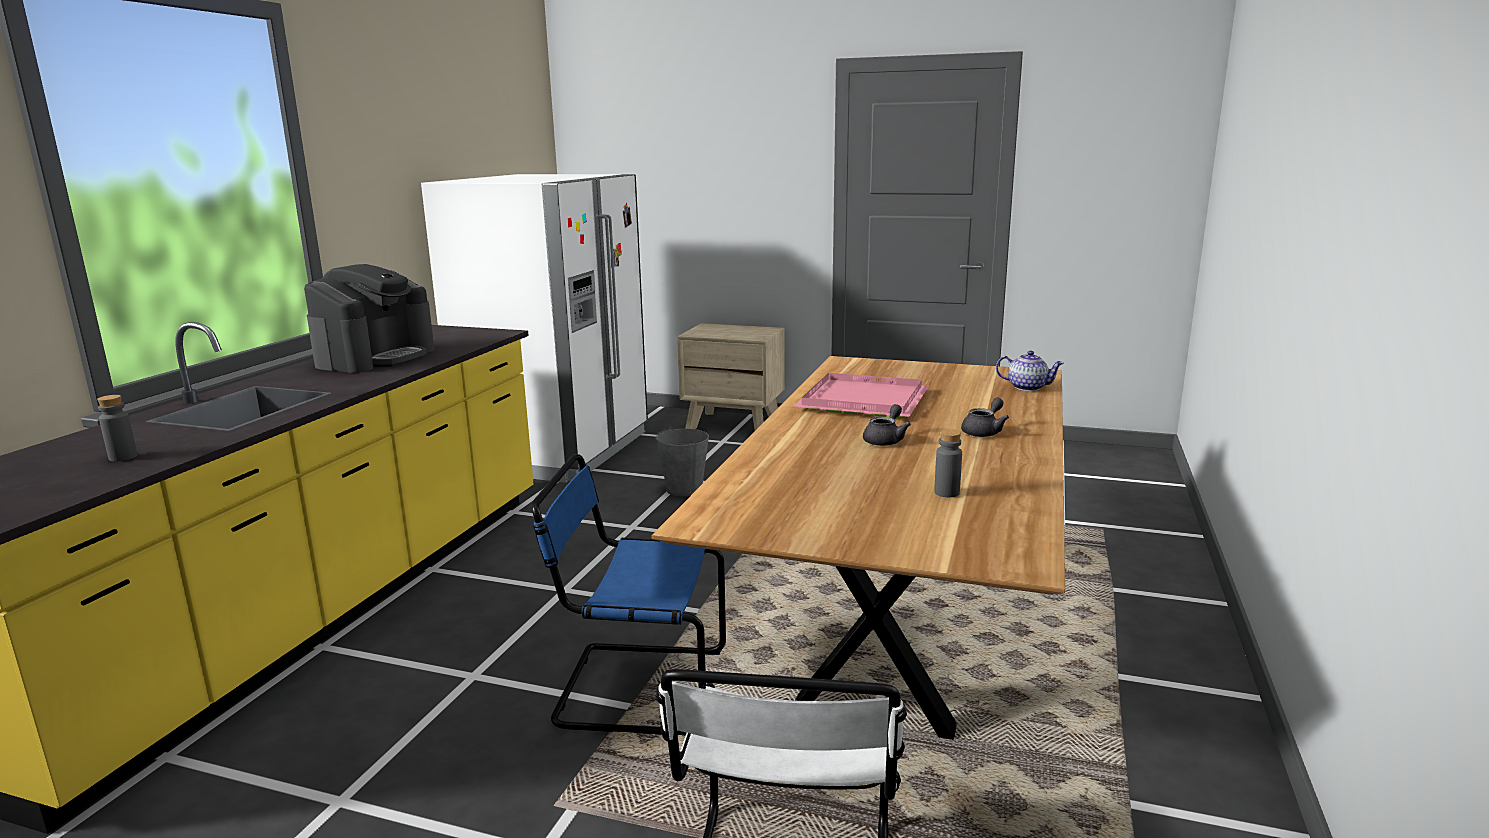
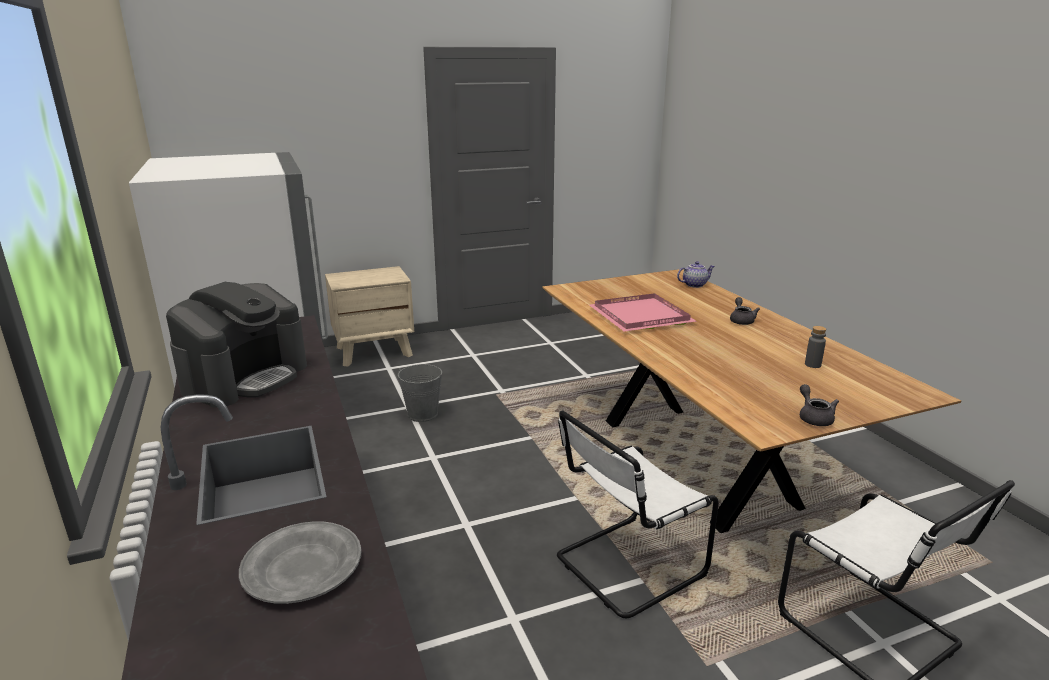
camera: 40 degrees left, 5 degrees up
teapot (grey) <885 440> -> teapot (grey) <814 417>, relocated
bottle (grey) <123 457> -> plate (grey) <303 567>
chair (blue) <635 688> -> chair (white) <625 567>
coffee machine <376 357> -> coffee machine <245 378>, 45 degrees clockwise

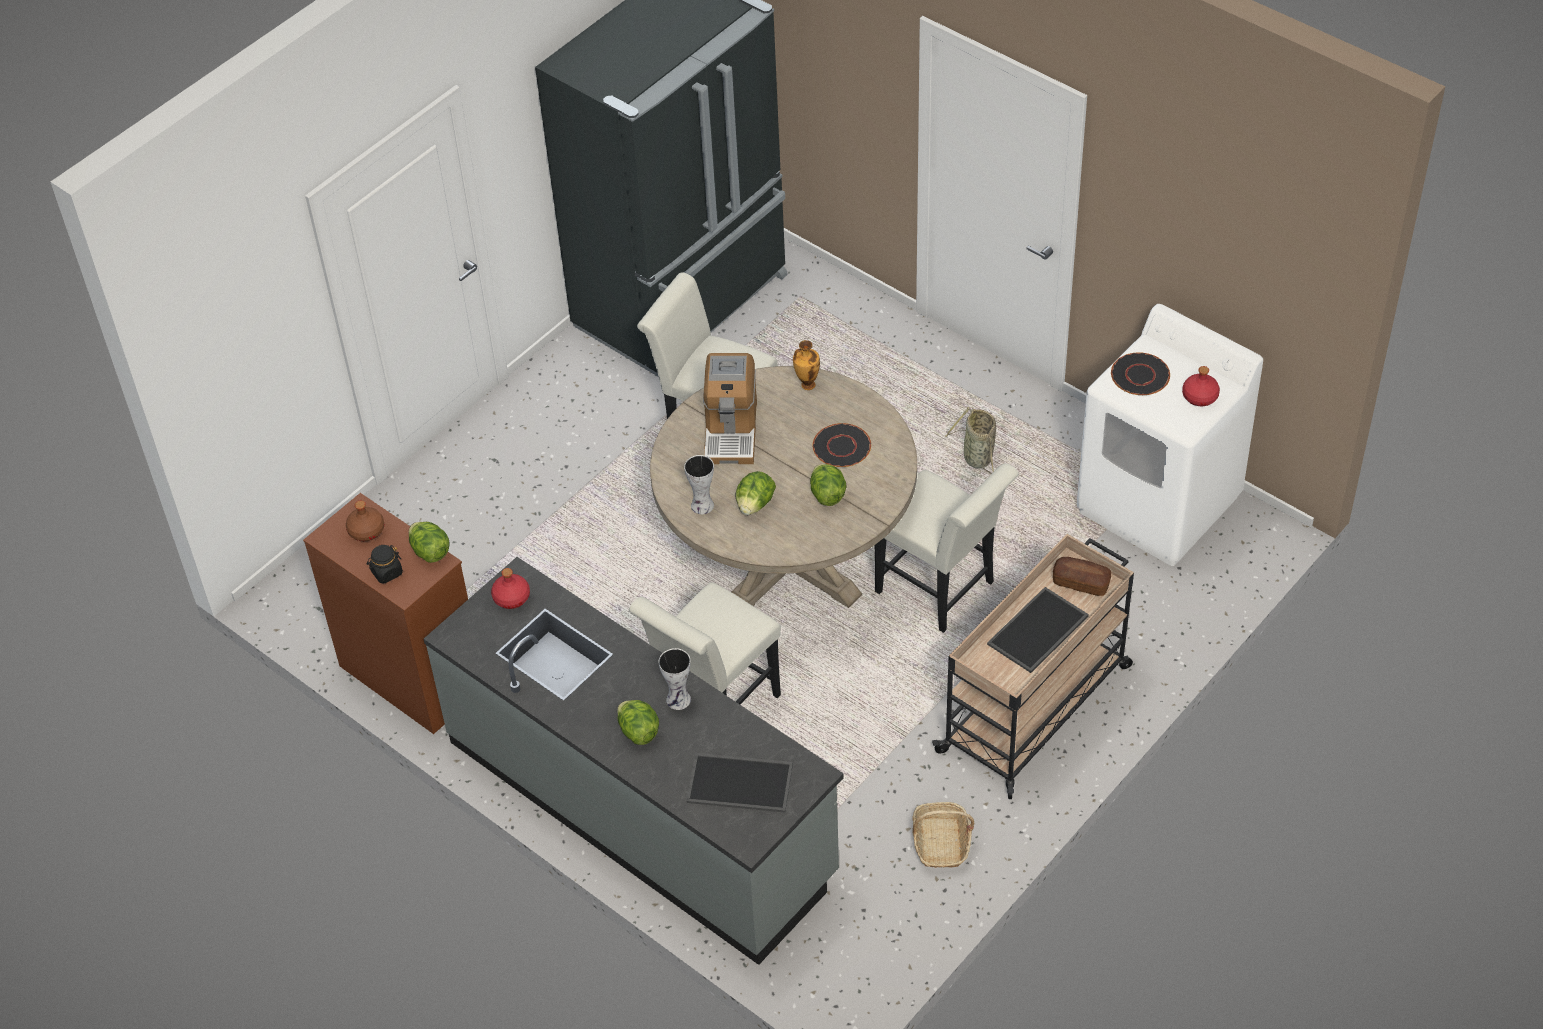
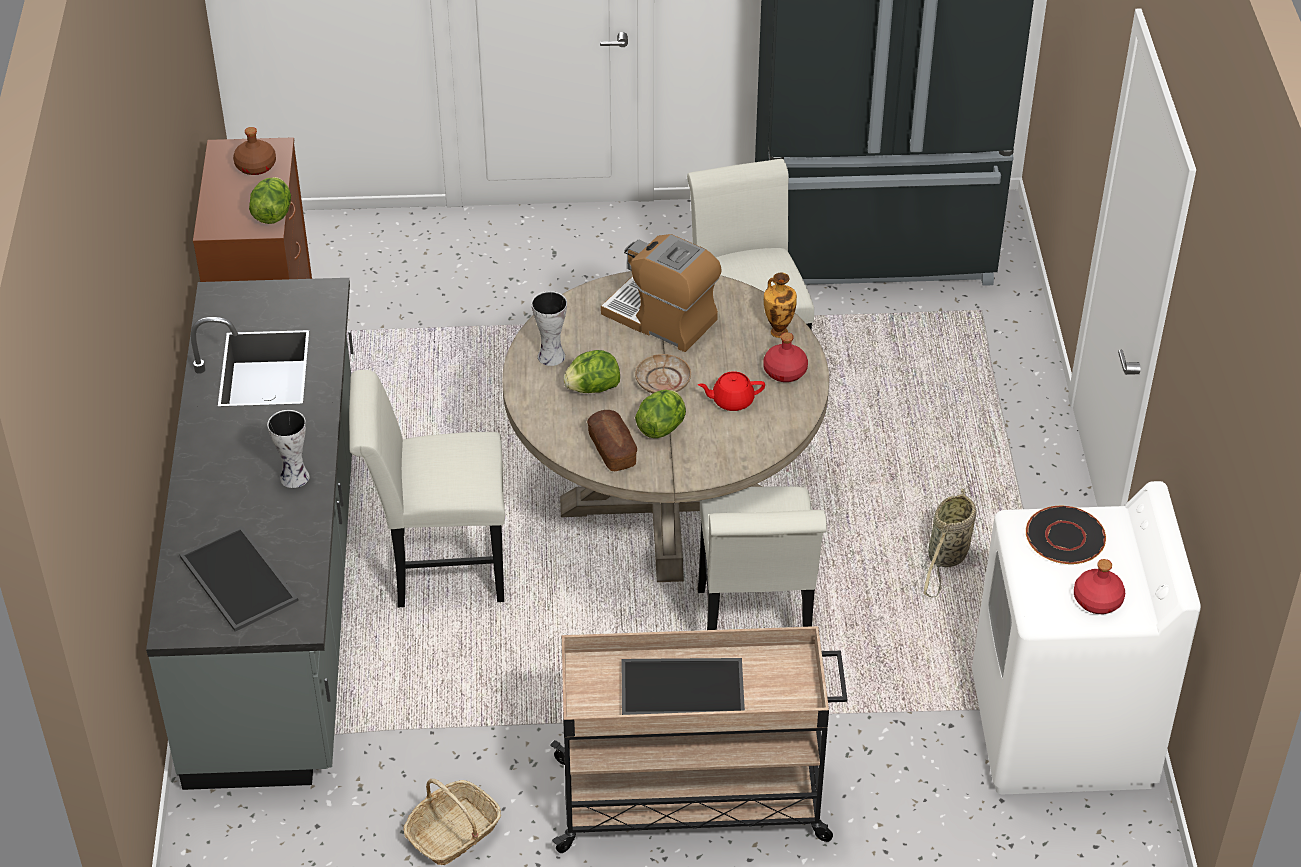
camera: 45 degrees right, 5 degrees down
jar (black) <386 572> -> none
lettuce <638 731> -> none
none -> plate (beige) <663 381>
bottle (red) <511 597> -> bottle (red) <785 371>, relocated
bread <1081 583> -> bread <612 449>, relocated
plate (black) <842 447> -> teapot (red) <731 400>
coffee machine <731 430> -> coffee machine <661 318>, 75 degrees clockwise

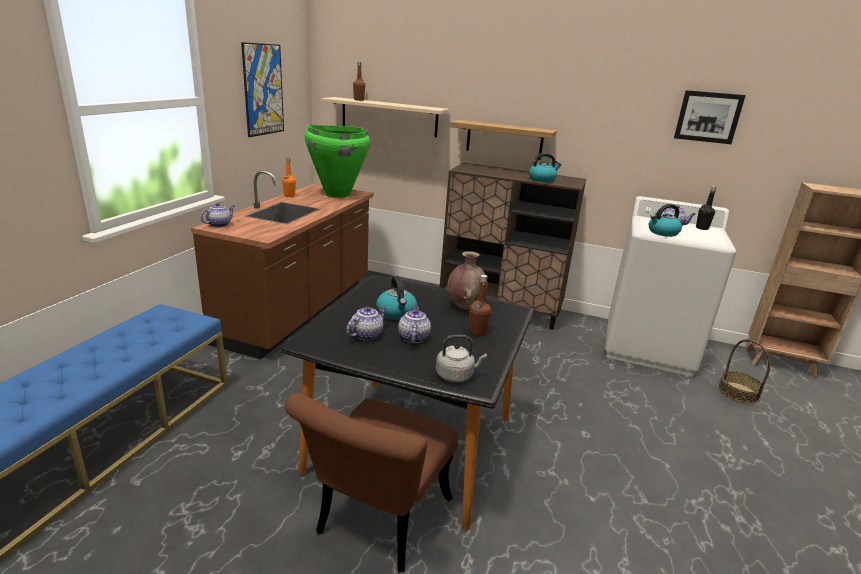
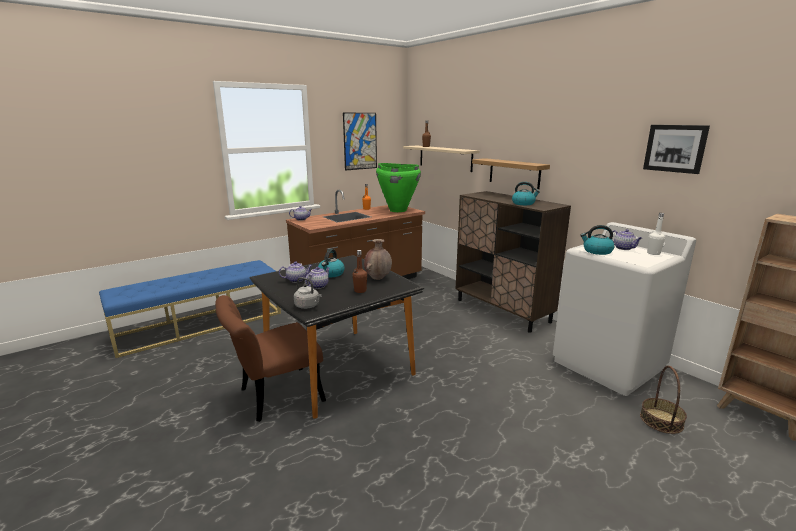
camera: 35 degrees right, 5 degrees down
bottle (black) <702 228> -> bottle (white) <653 253>

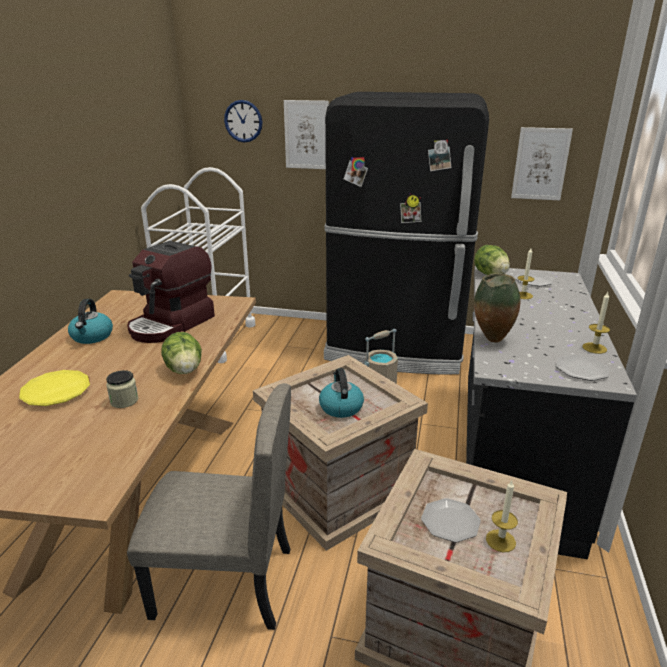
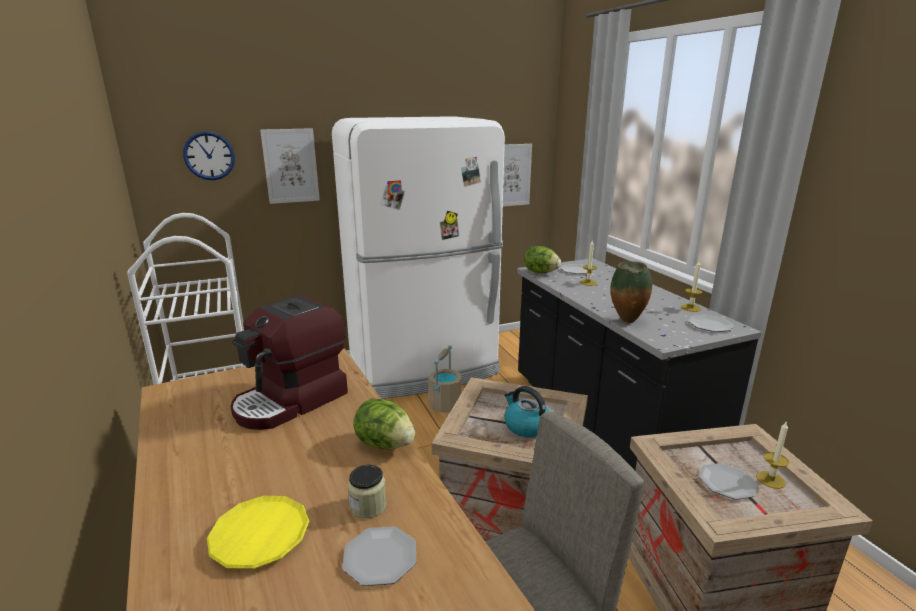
camera: 35 degrees left, 5 degrees down
kettle <92 337> -> none
none -> plate <379 558>
fridge (black) <396 348> -> fridge (white) <424 368>
coffee machine <172 324> -> coffee machine <291 401>, 45 degrees clockwise

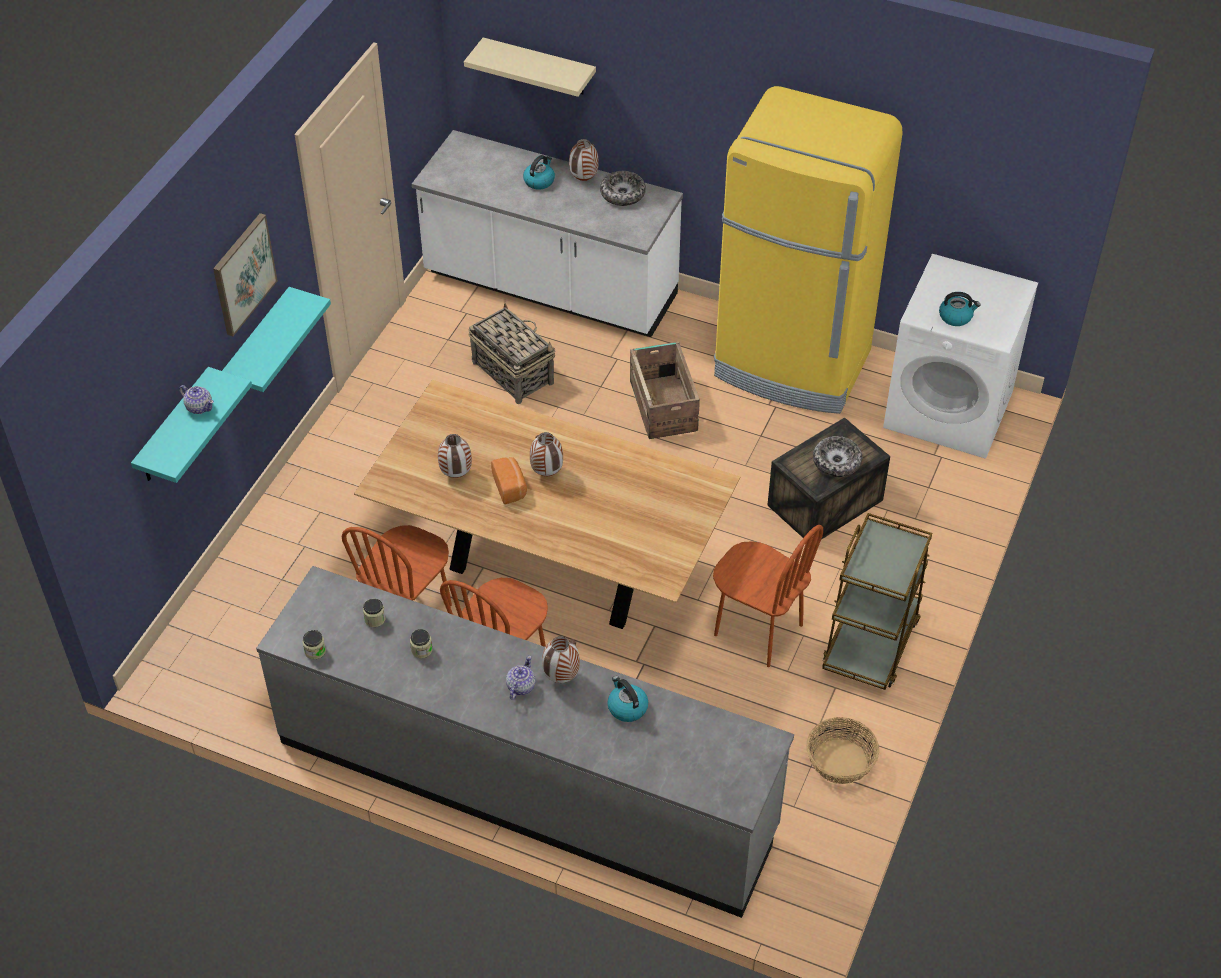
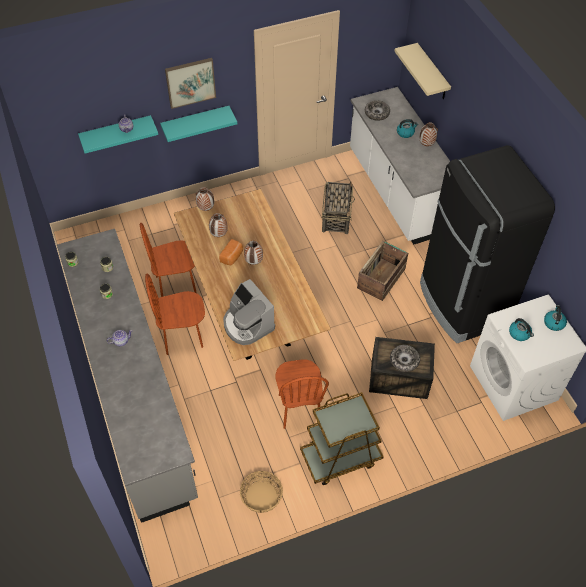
camera: 45 degrees right, 5 degrees up
none -> coffee machine <247 325>
vase <561 678> -> vase <205 209>, relocated
bowl <622 194> -> bowl <377 113>, relocated
kettle <627 707> -> kettle <553 323>, relocated
fridge (yellow) <792 365> -> fridge (black) <462 304>

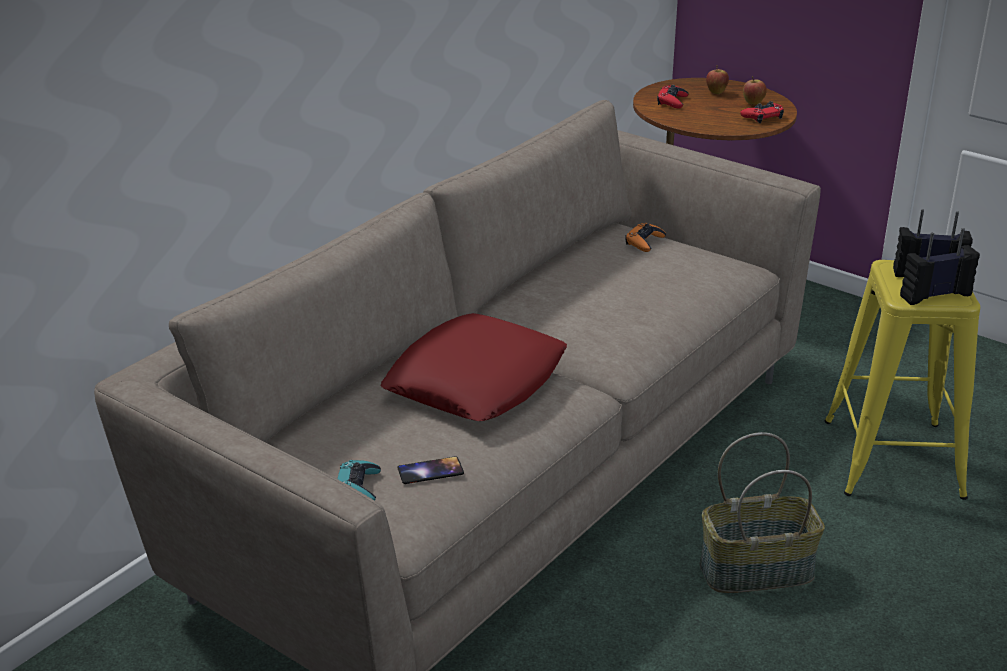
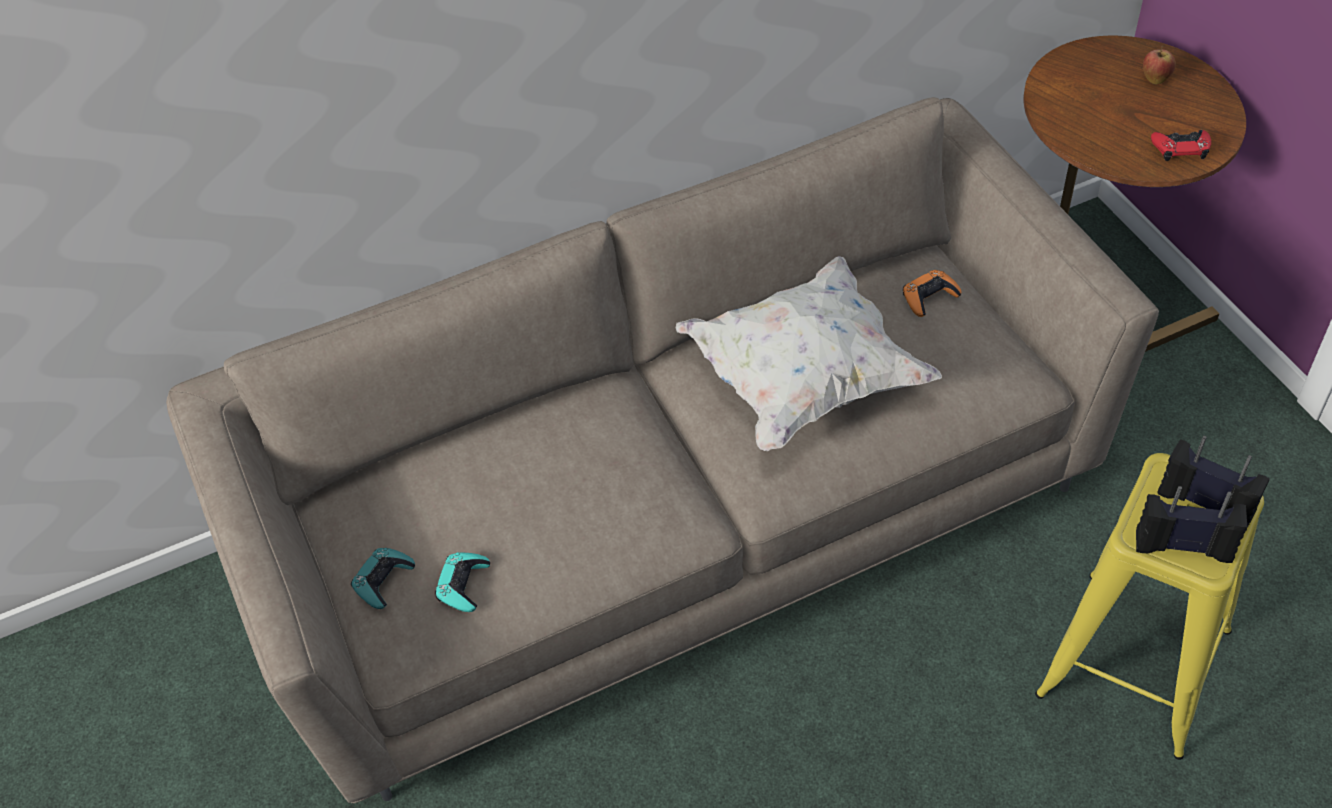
camera: 30 degrees right, 20 degrees up
pillow (red) <476 381> -> none
game controller (red) <672 101> -> none
basket <757 569> -> none
apple <753 103> -> none
none -> pillow (white) <804 380>
phone <430 471> -> game controller (turquoise) <463 585>

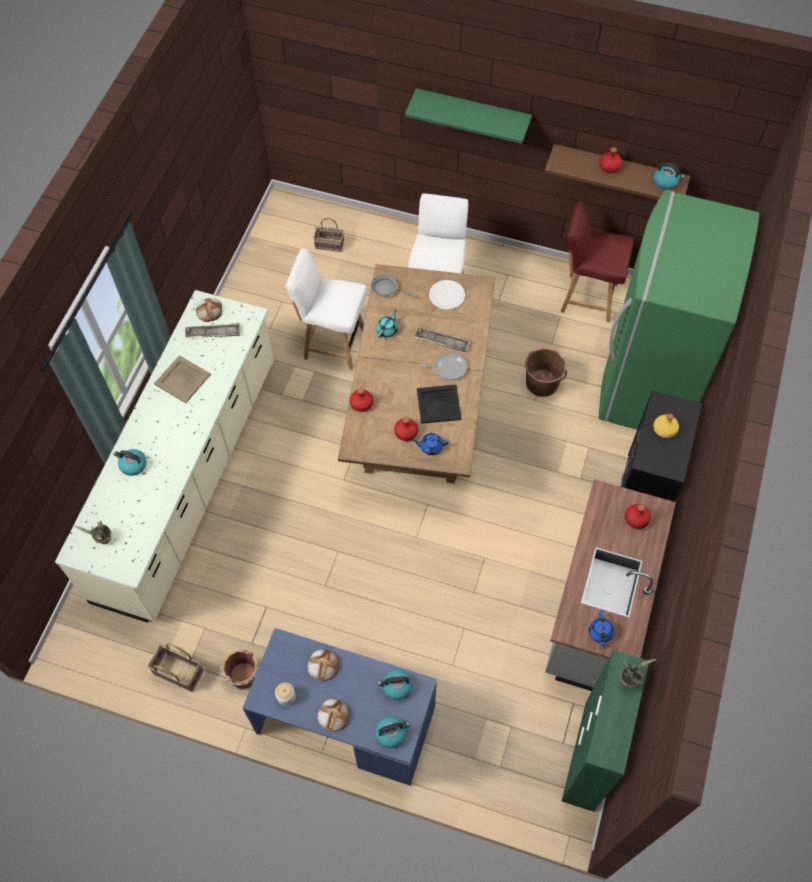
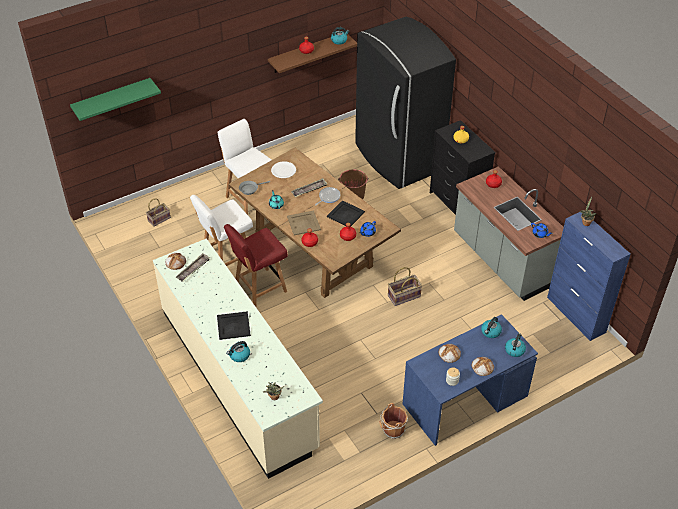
camera: 50 degrees left, 15 degrees down
none -> tray (black) <233 325>
basket <178 673> -> basket <404 296>, relocated
tray (beige) <182 380> -> tray (beige) <304 223>, relocated
shelf (green) <472 112> -> shelf (green) <112 99>, relocated
chair (red) <587 297> -> chair (red) <259 288>, relocated
cabinet (green) <589 756> -> cabinet (blue) <576 315>
fridge (green) <649 381> -> fridge (black) <398 158>

